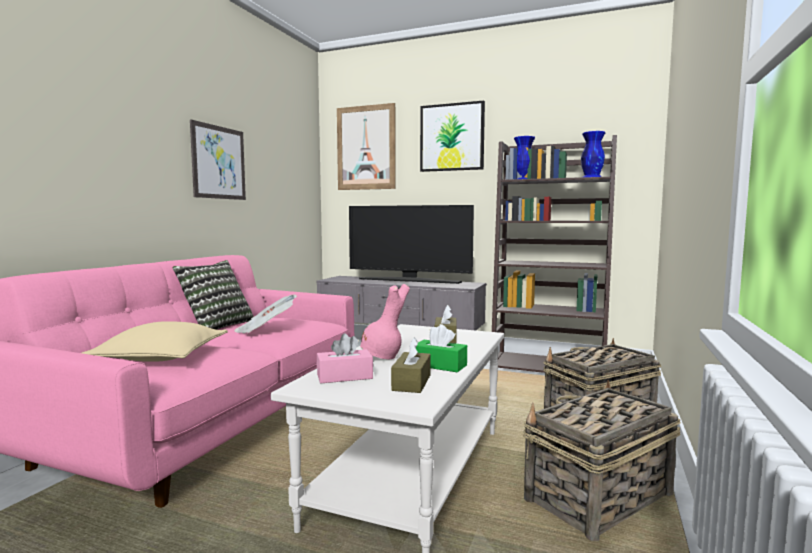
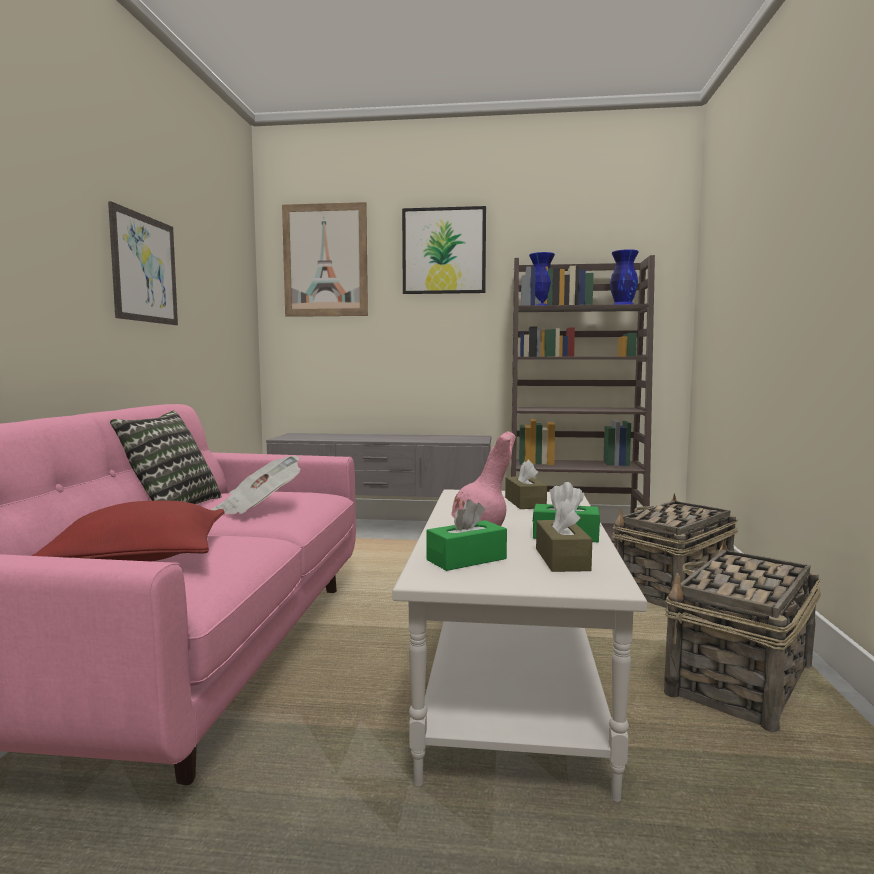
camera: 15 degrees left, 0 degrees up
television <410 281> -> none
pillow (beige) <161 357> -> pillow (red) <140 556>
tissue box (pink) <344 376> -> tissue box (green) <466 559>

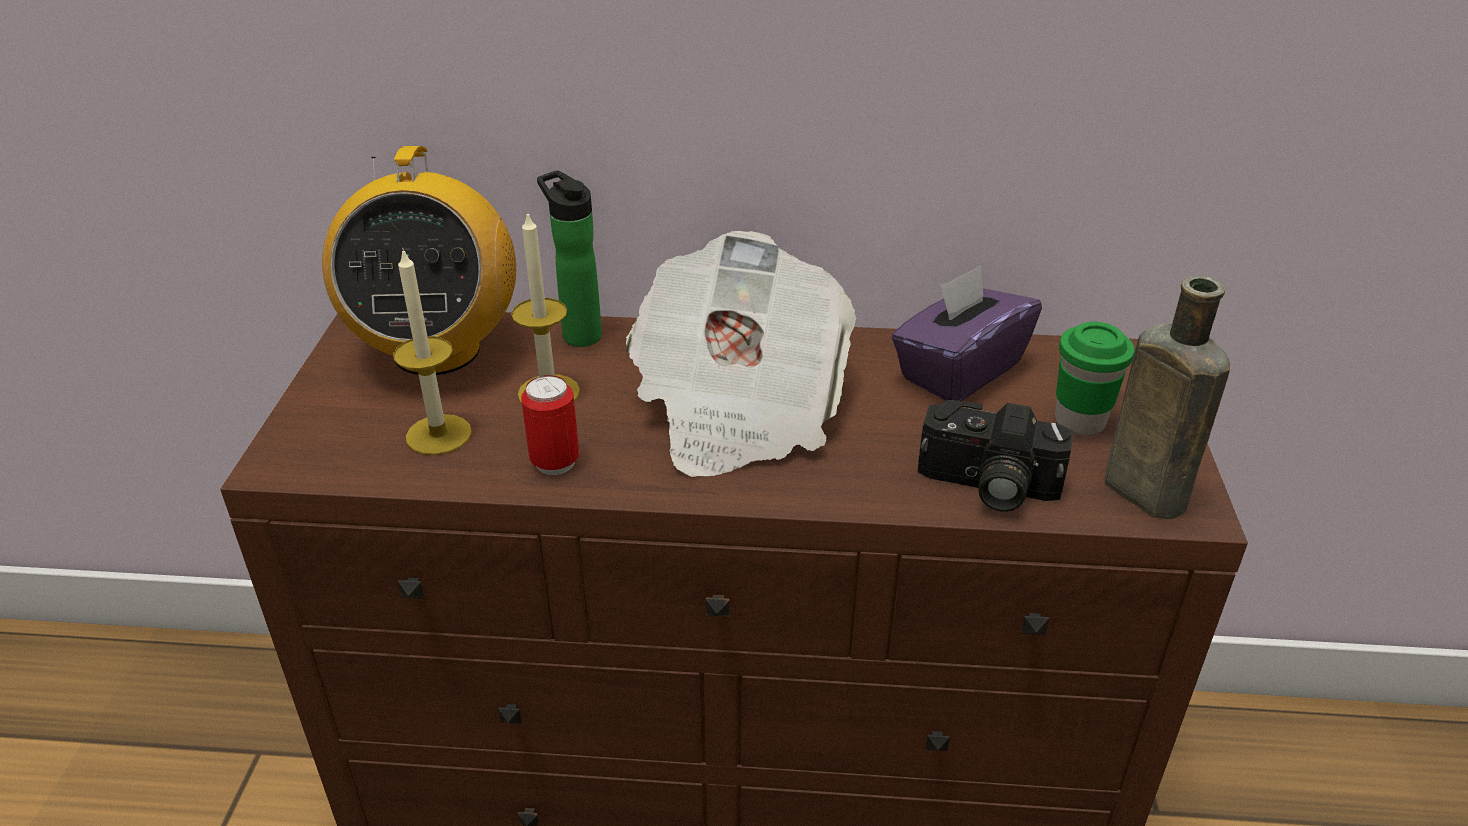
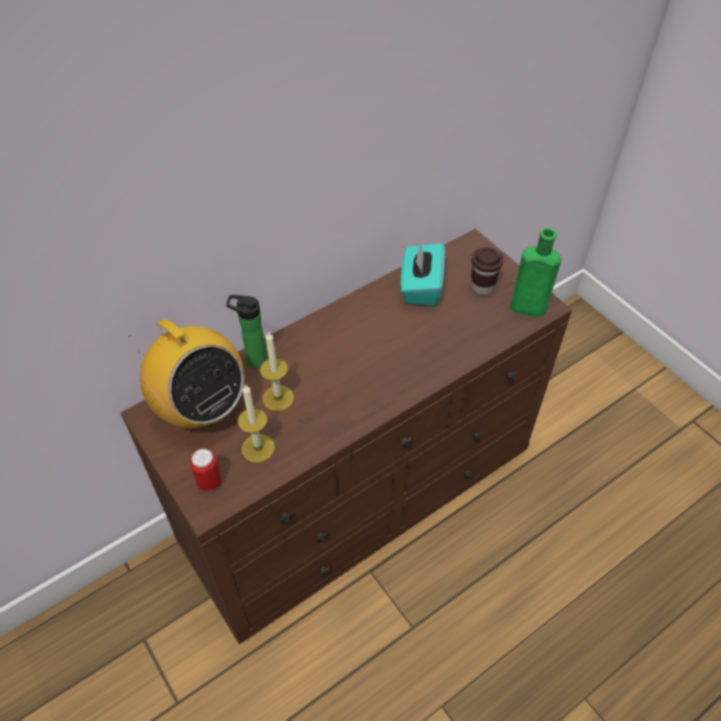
camera: 40 degrees left, 15 degrees up
newspaper <737 406> -> none
photo camera <987 486> -> none
can <555 462> -> can <209 482>, relocated
tissue box (purple) <959 371> -> tissue box (turquoise) <421 287>
cup (green) <1080 421> -> cup (brown) <482 287>
bottle (brown) <1138 489> -> bottle (green) <525 307>

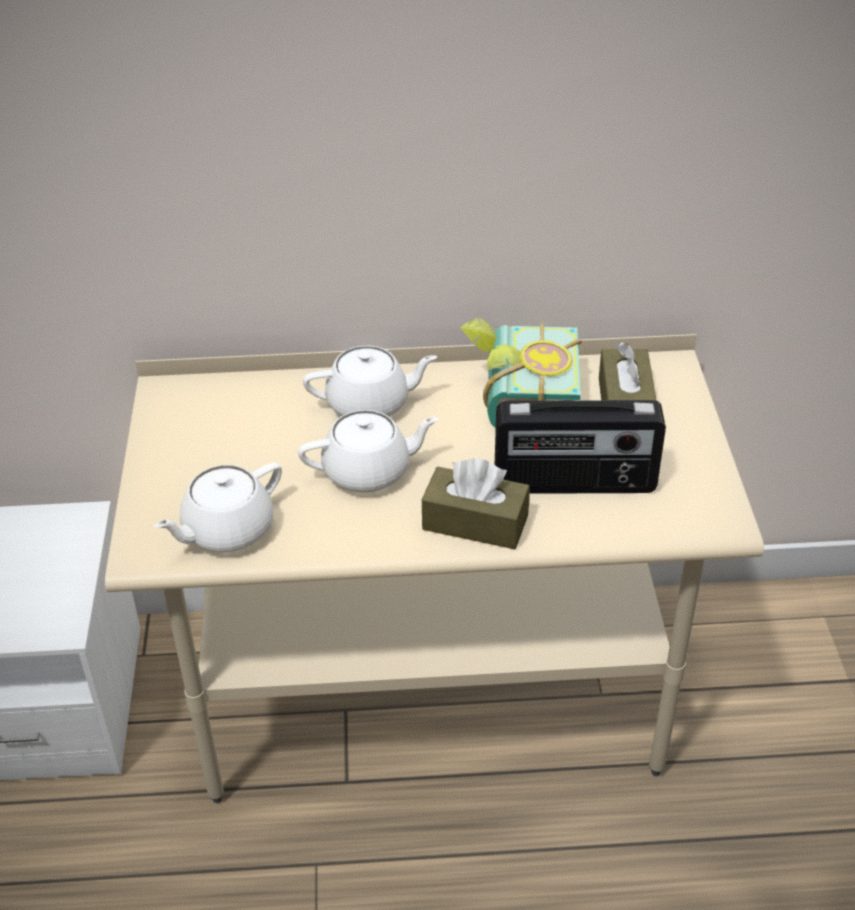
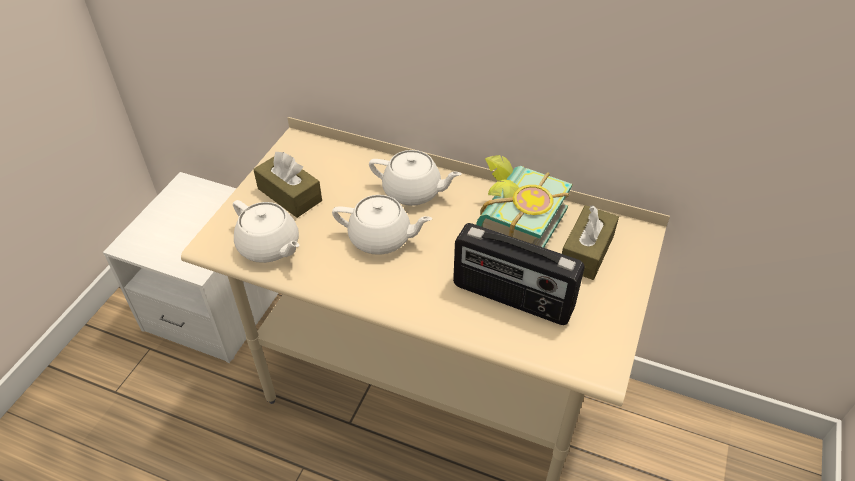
camera: 25 degrees right, 5 degrees up
tissue box (brown) <475 522> -> tissue box (brown) <289 195>, relocated
teapot (white) <226 530> -> teapot (white) <269 247>, 120 degrees counterclockwise

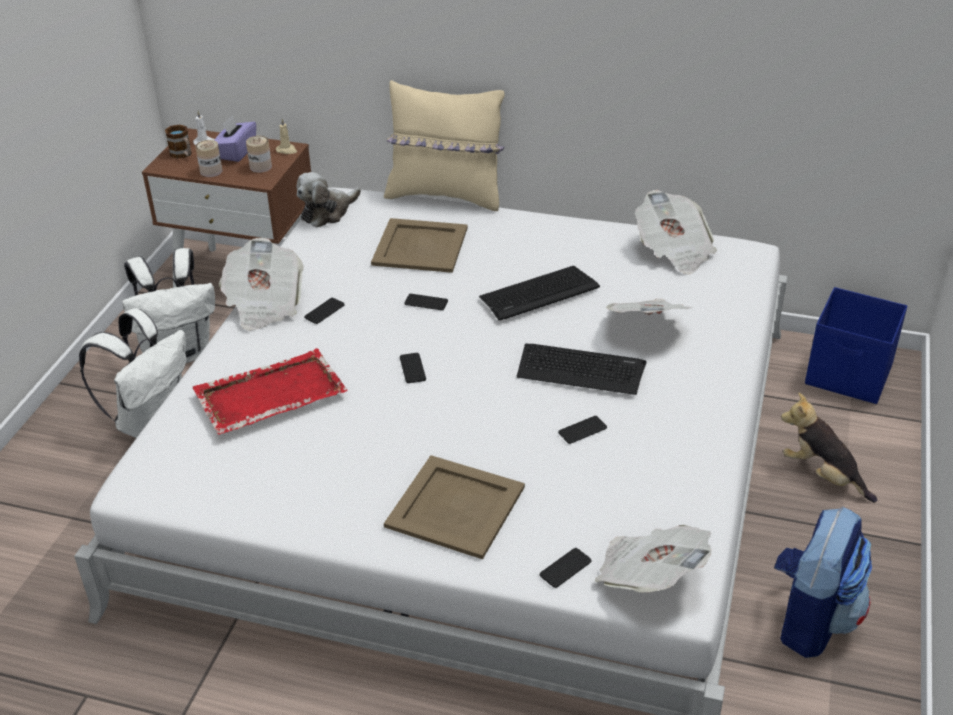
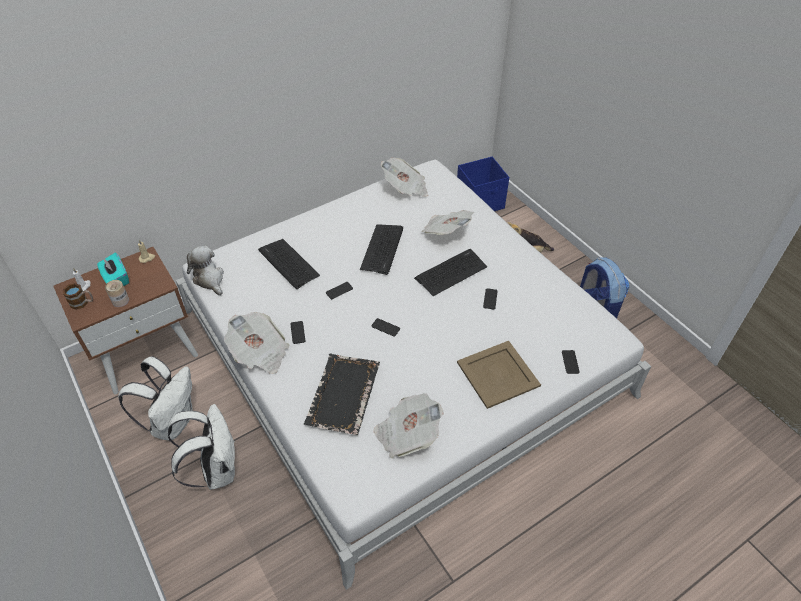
camera: 50 degrees left, 10 degrees up
can <260 167> -> none
pillow (beige) <446 195> -> none
newspaper <649 576> -> newspaper <407 434>, relocated
tray (beige) <419 245> -> keyboard <288 264>
tray (red) <269 395> -> tray (black) <343 395>
tissue box (purple) <236 152> -> tissue box (turquoise) <116 279>
plush toy <327 212> -> plush toy <209 279>, 150 degrees clockwise

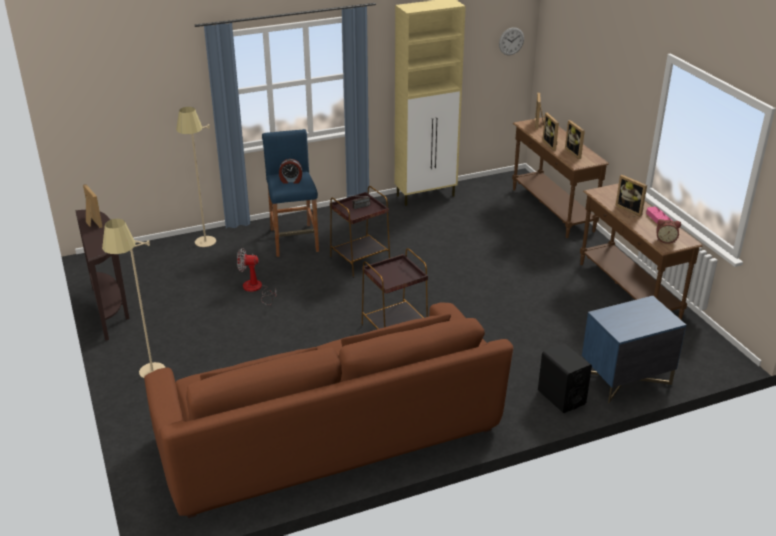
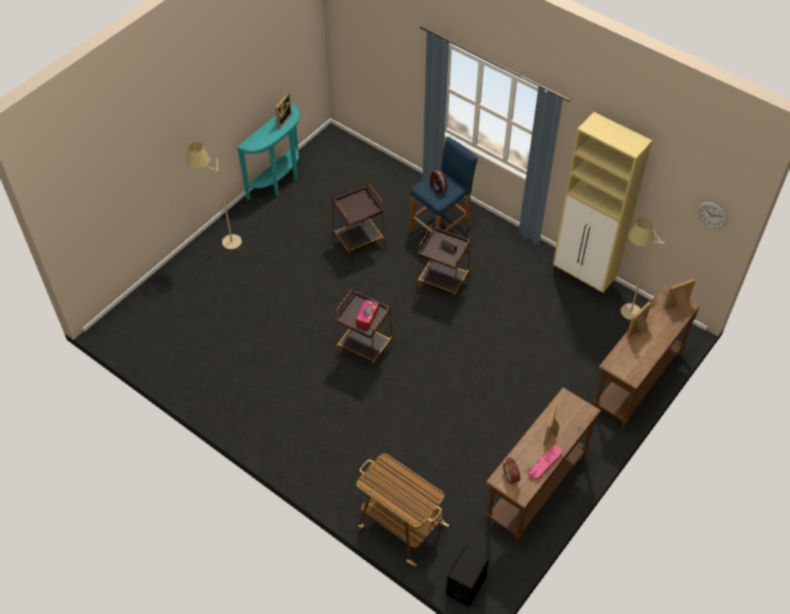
camera: 60 degrees right, 20 degrees up
sofa (brown) <329 437> -> none
picture frame <575 152> -> none
none -> tissue box <367 316>
floor lamp (beige) <205 246> -> floor lamp (beige) <624 316>, relocated
speaker (black) <561 397> -> speaker (black) <466 585>, relocated
fan <256 289> -> side table (brown) <358 243>
nightstand (blue) <625 379> -> cart <400 526>
console table (brown) <111 310> -> console table (turquoise) <279 182>

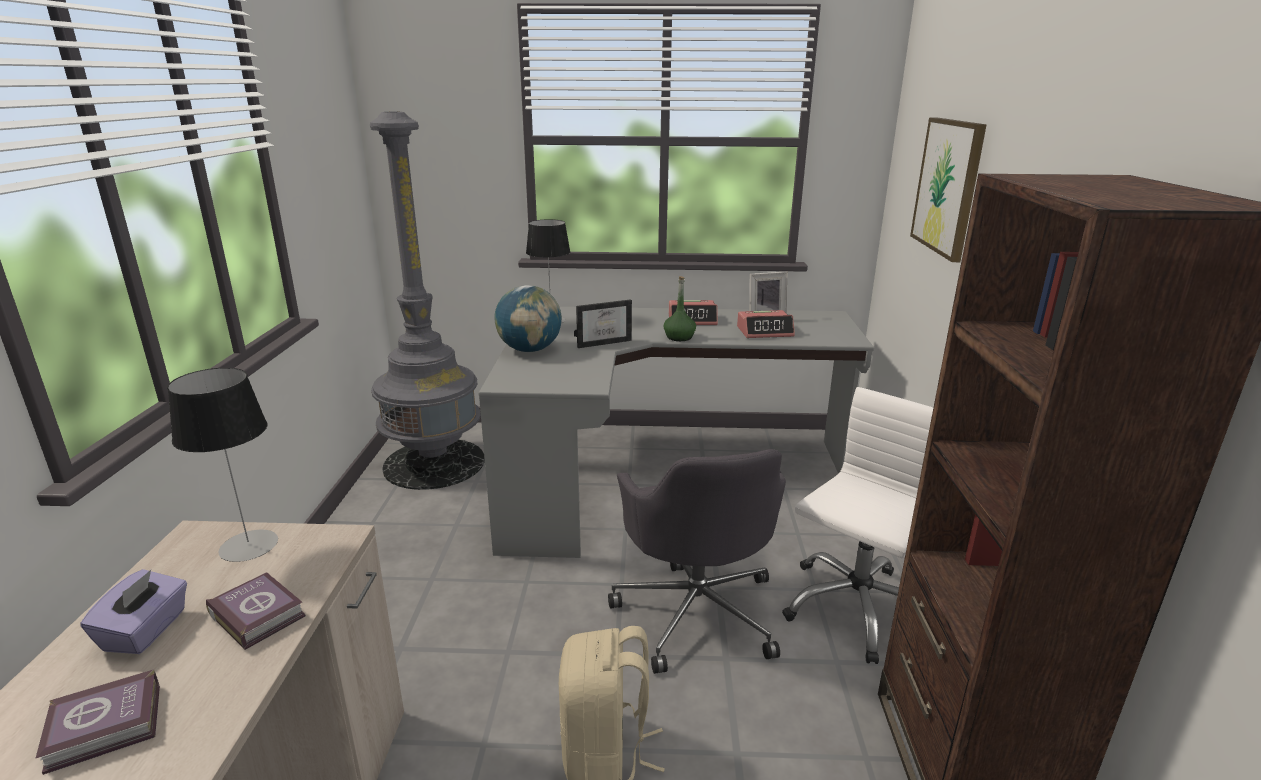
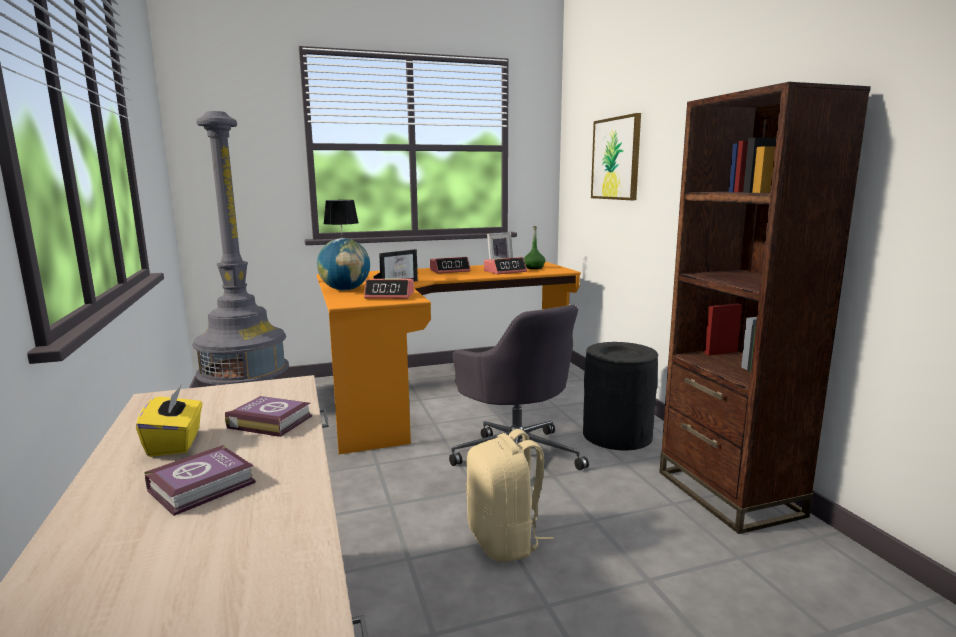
camera: 20 degrees left, 10 degrees down
table lamp <249 545> -> none
none -> alarm clock <390 296>
bottle (green) <679 337> -> bottle (green) <534 268>, relocated
office chair (white) <855 607> -> trash can (black) <617 435>
tissue box (purple) <146 631> -> tissue box (yellow) <176 443>
desk (grey) <656 475> -> desk (orange) <436 391>

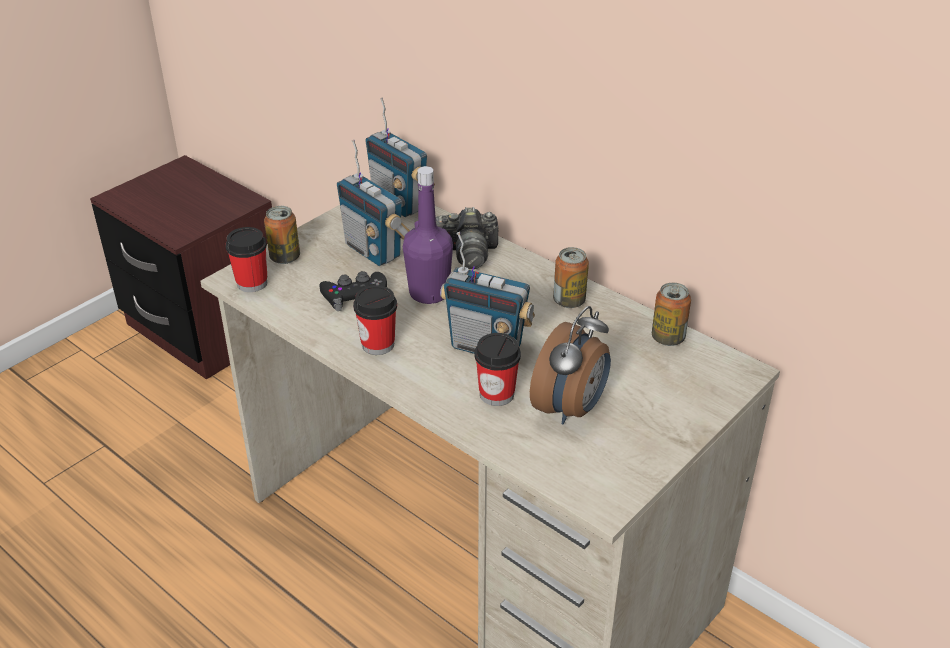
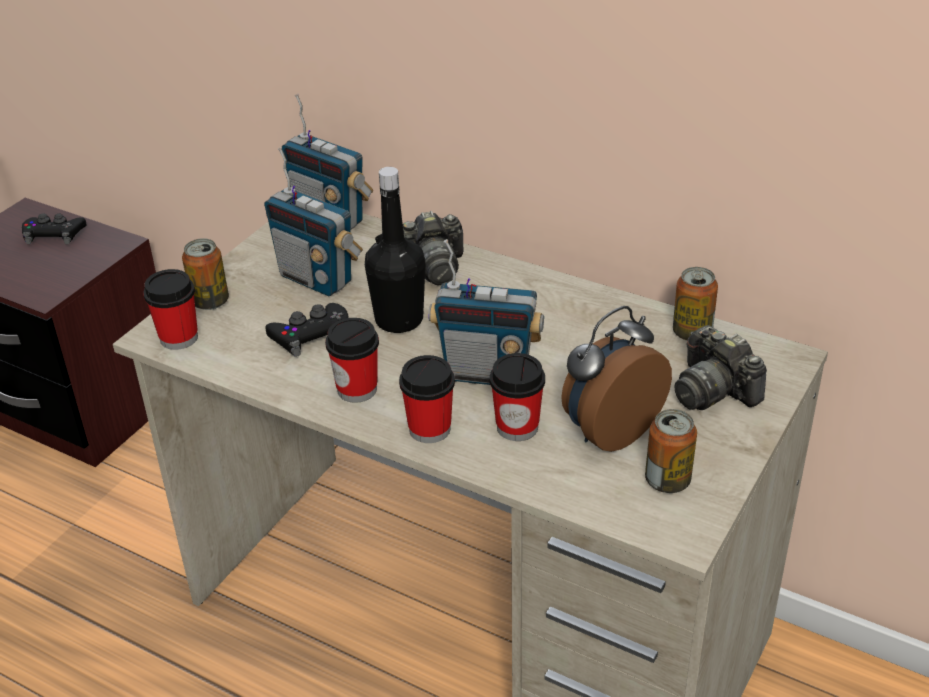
camera: 10 degrees left, 0 degrees up
none -> game controller (black) <54 235>
none -> cup <429 429>
none -> photo camera <713 390>
can <569 301> -> can <667 481>, relocated
bottle (purple) <429 293> -> bottle (black) <399 320>
alarm clock <571 408> -> alarm clock <609 430>, 150 degrees counterclockwise

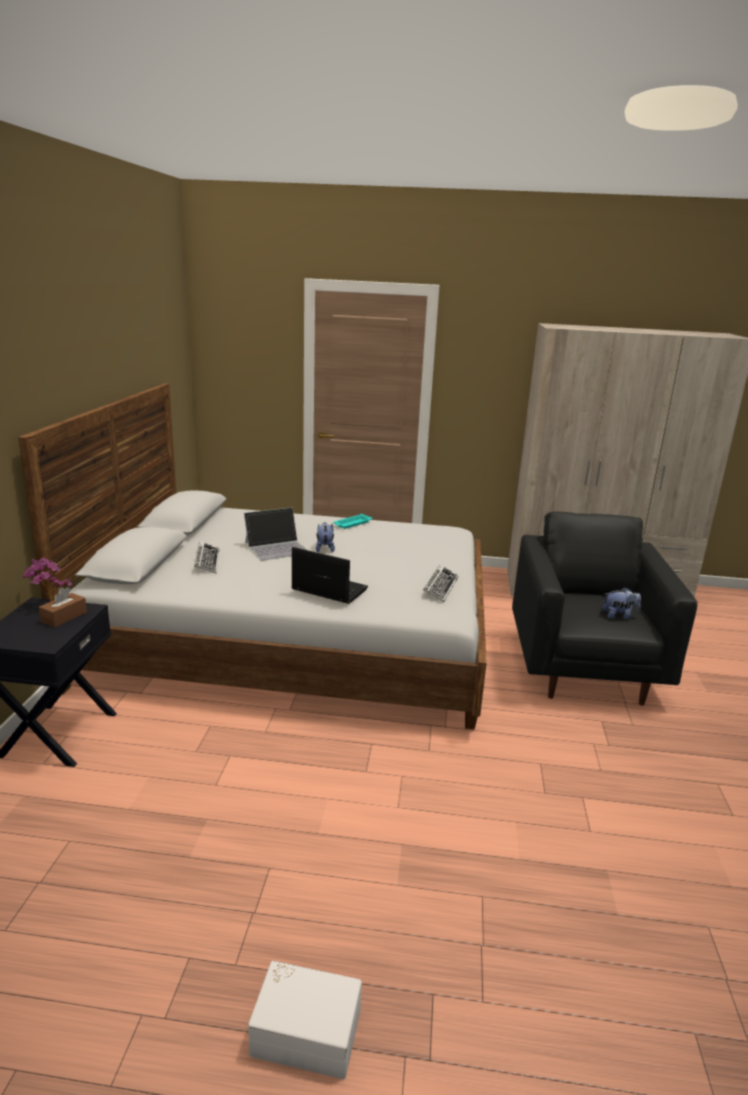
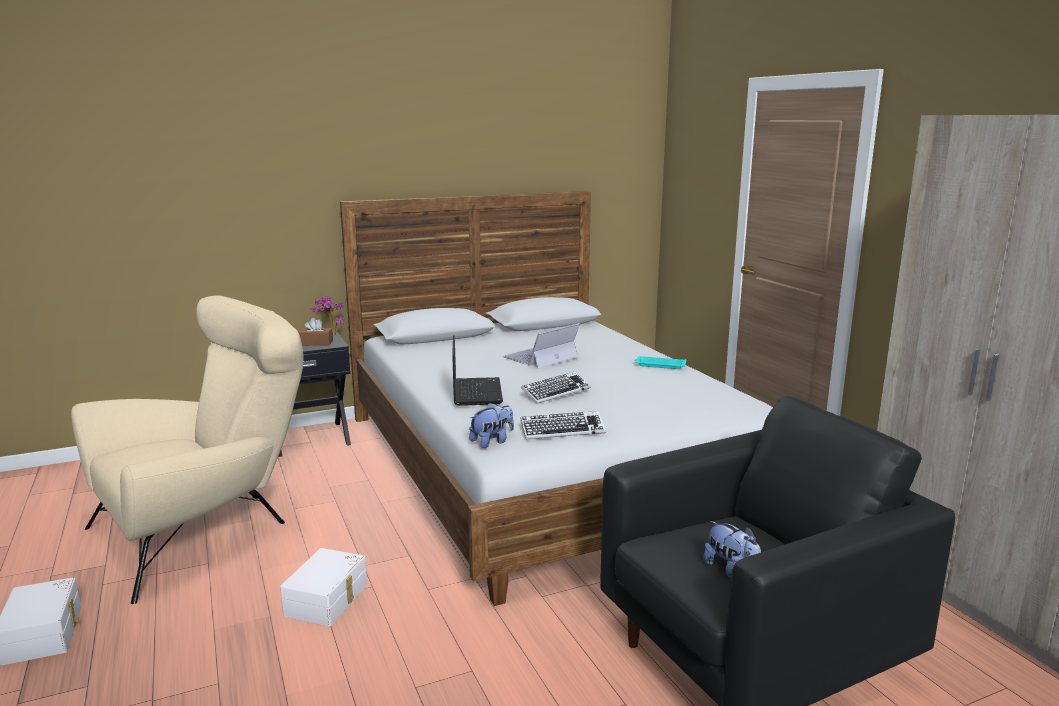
camera: 60 degrees right, 5 degrees down
none -> armchair (beige) <206 529>
none -> storage box (white) <328 600>
keyboard <207 561> -> keyboard <556 392>, relocated
plush toy <324 548> -> plush toy <492 441>, relocated
laptop <277 547> -> laptop <540 357>, 105 degrees clockwise

